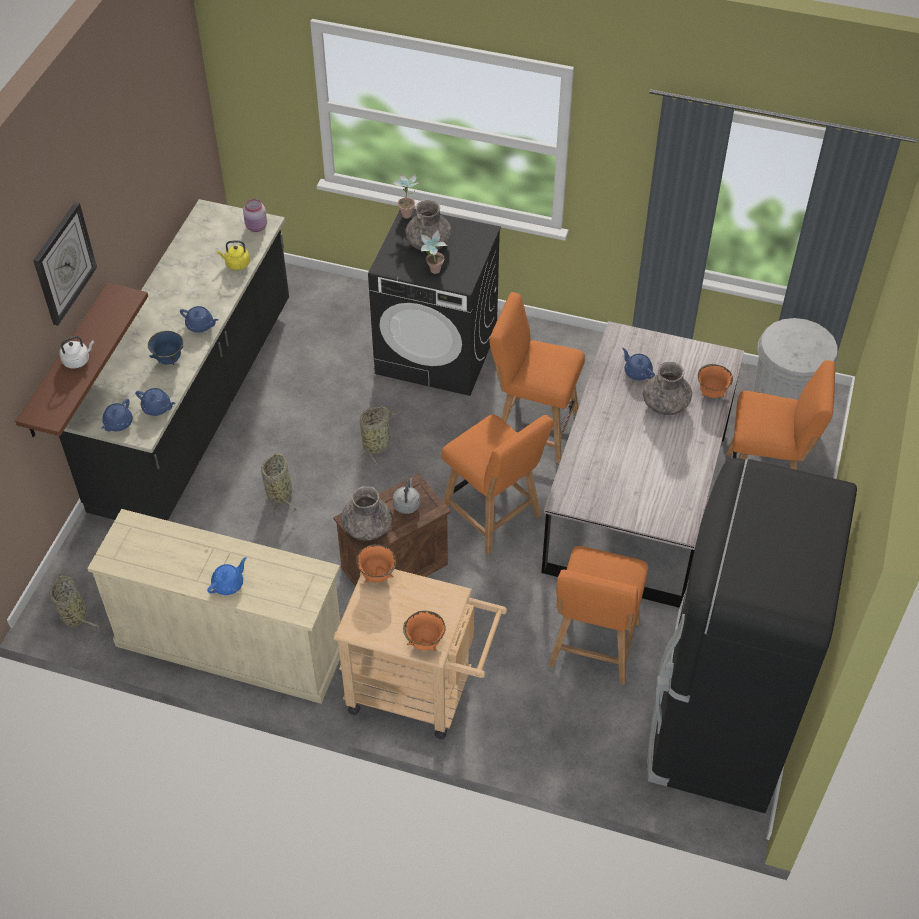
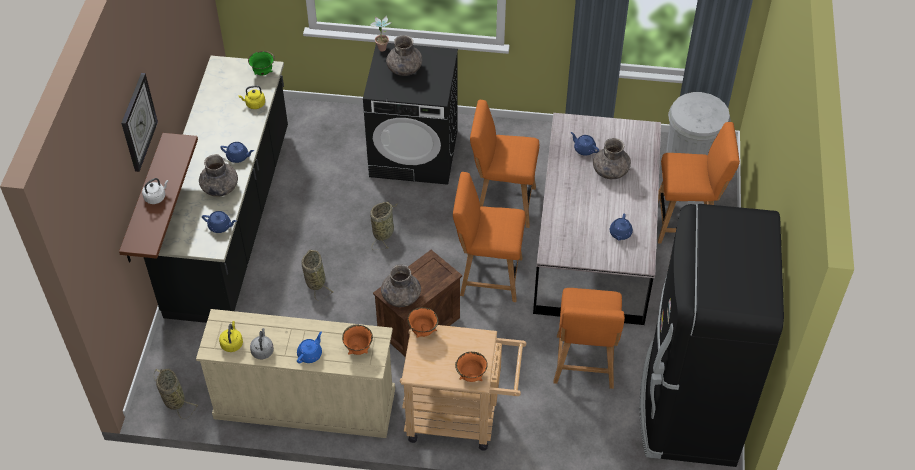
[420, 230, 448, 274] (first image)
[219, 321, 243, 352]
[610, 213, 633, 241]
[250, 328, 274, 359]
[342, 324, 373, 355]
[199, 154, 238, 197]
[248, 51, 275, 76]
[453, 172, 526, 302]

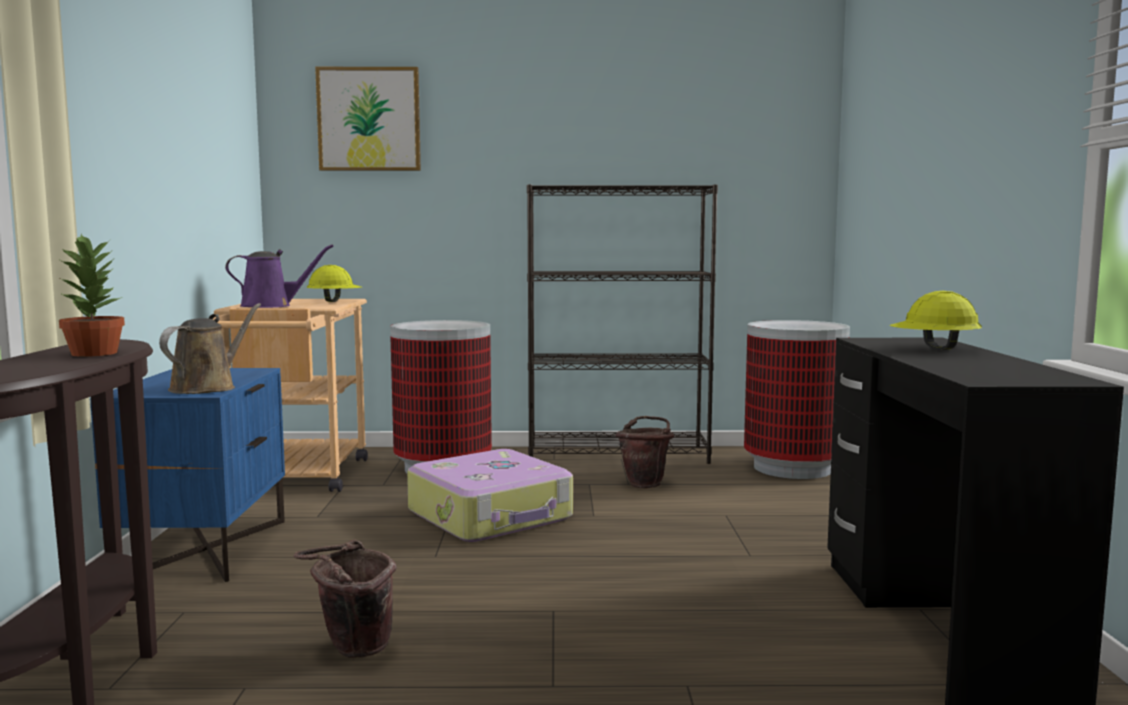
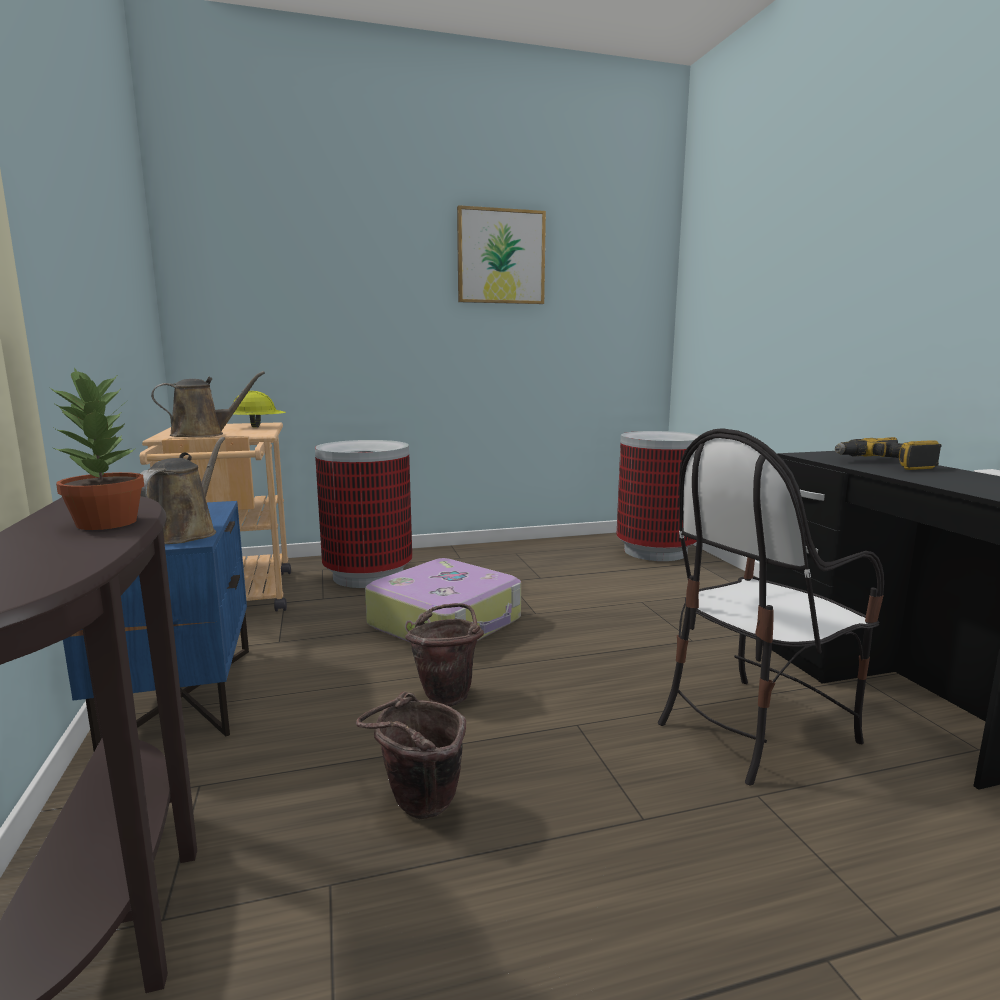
[527, 184, 718, 464] (first image)
[658, 428, 884, 786]
[457, 205, 546, 304]
[405, 603, 484, 707]
[835, 437, 942, 470]
[151, 371, 265, 437]

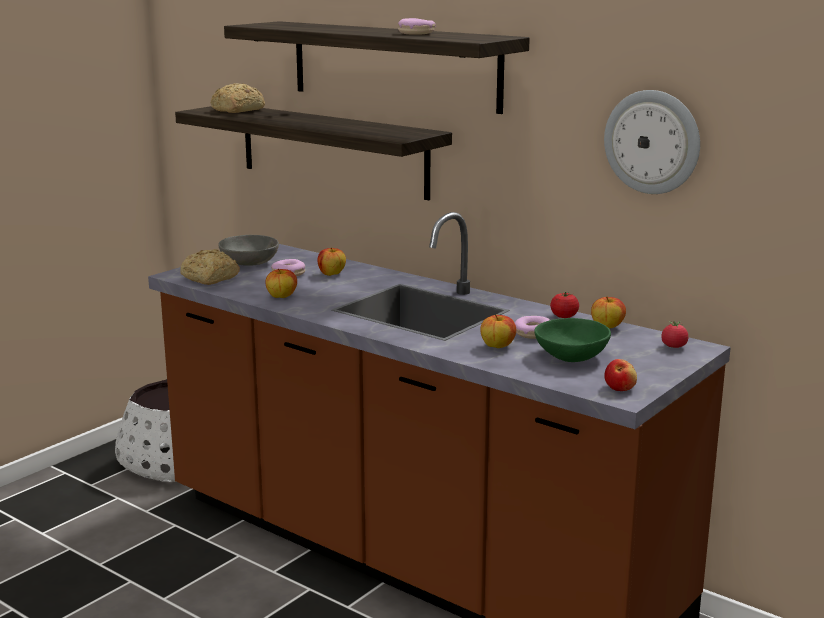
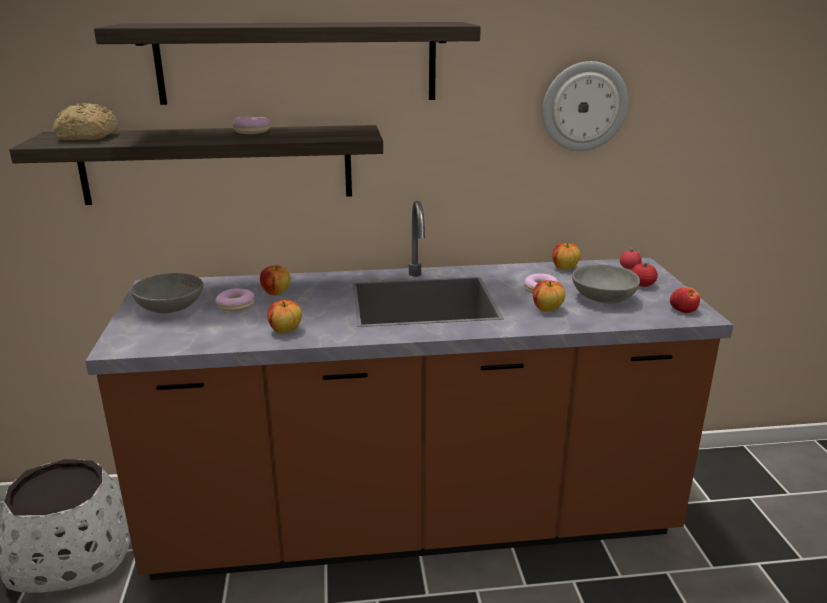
[180, 249, 240, 285] (first image)
[233, 116, 270, 134]
[631, 263, 658, 287]
[572, 264, 640, 304]

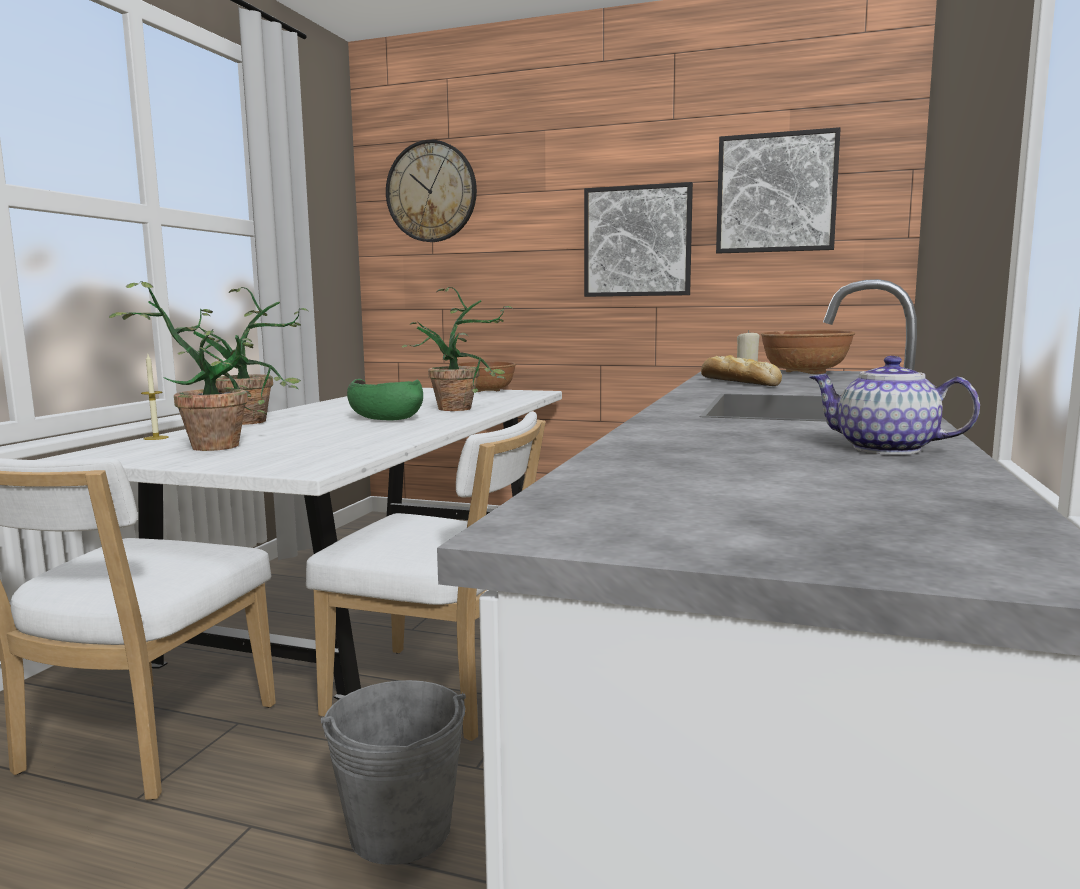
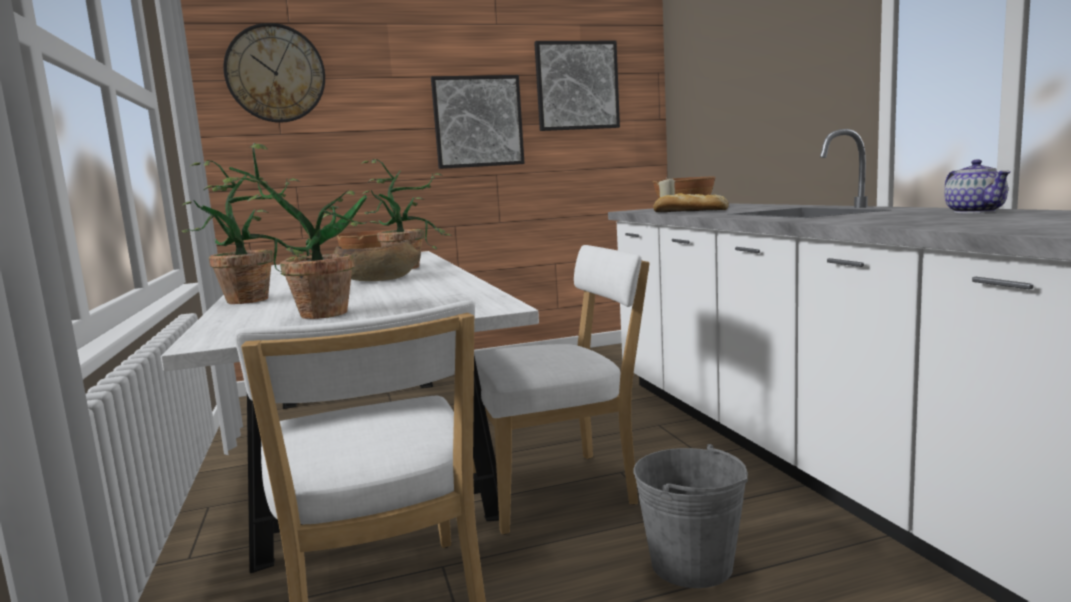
[141, 354, 168, 440] (first image)
[333, 240, 421, 281]
[944, 159, 1011, 213]

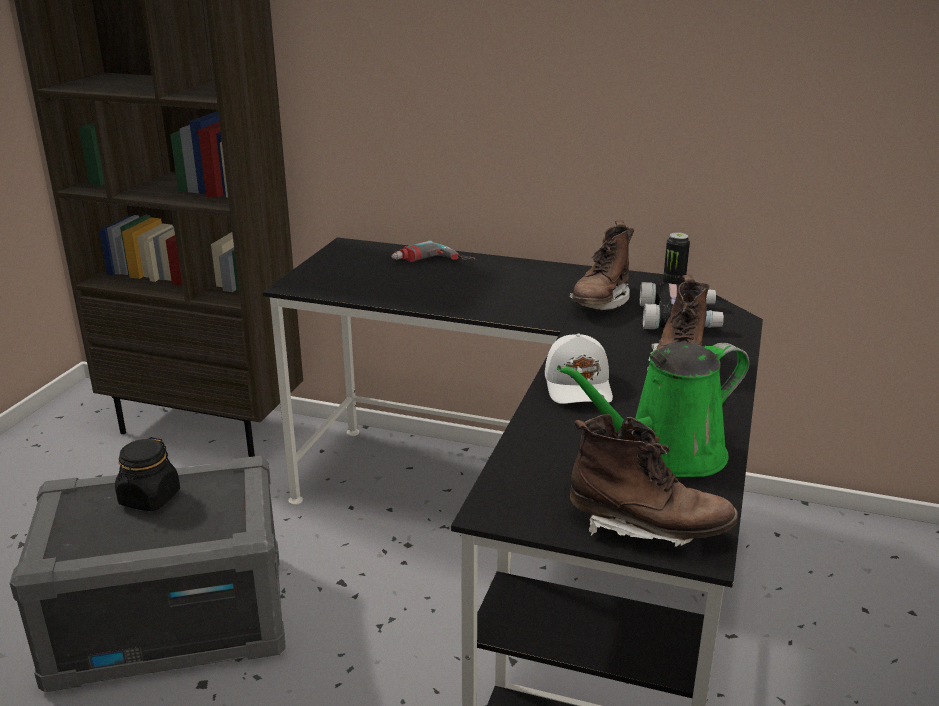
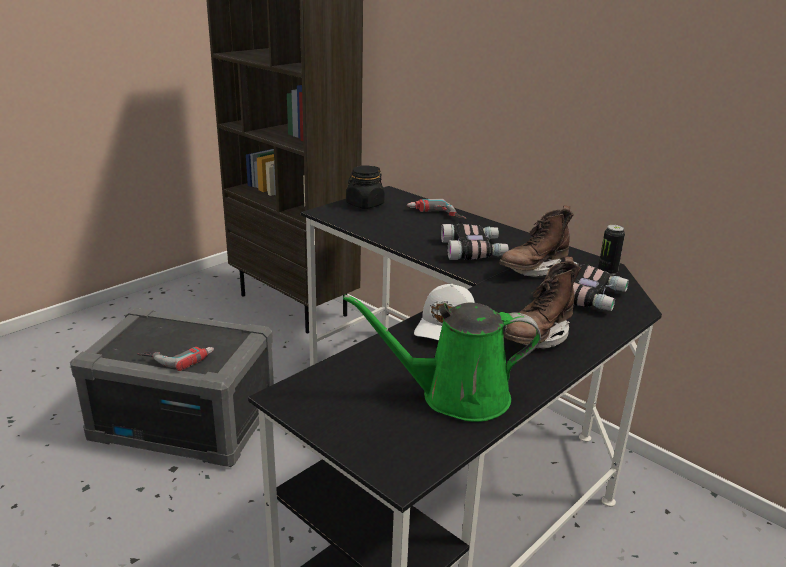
[570, 414, 738, 547] (first image)
[137, 347, 214, 371]
[441, 224, 509, 260]
[346, 165, 385, 209]

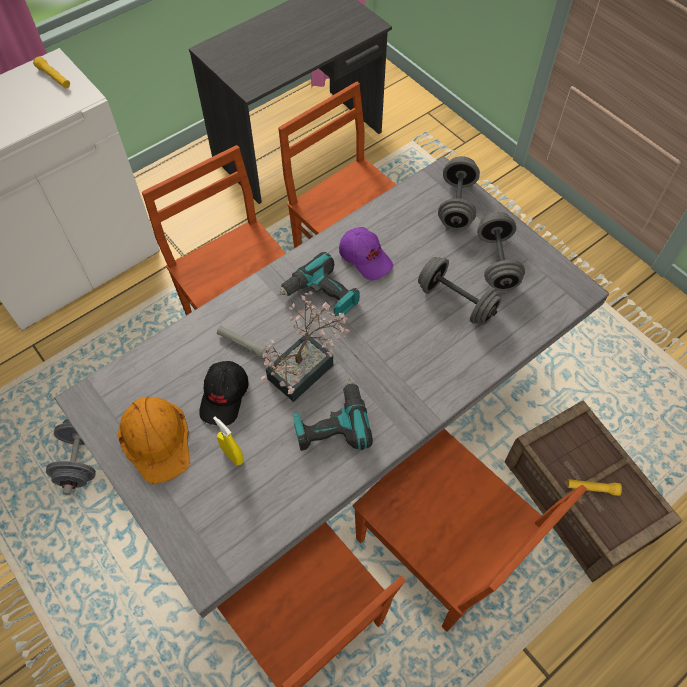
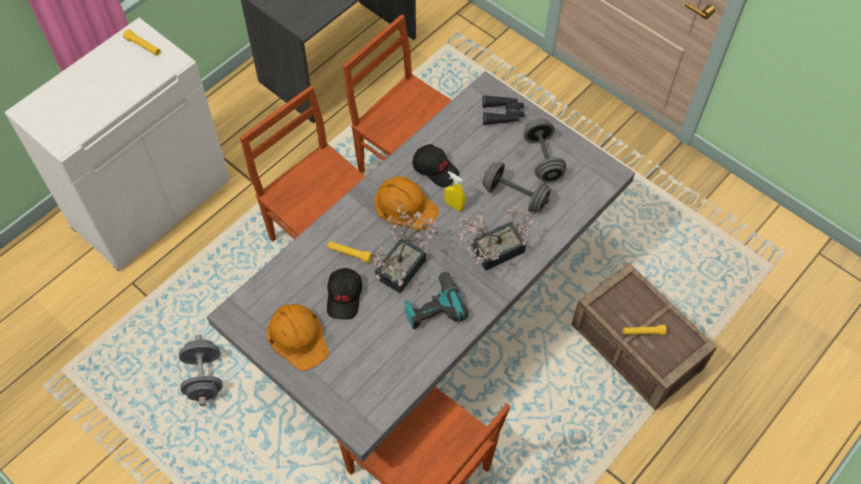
[353, 429, 587, 632] (first image)
[458, 206, 533, 271]
[444, 171, 465, 211]
[374, 176, 439, 231]
[483, 95, 524, 125]
[327, 241, 372, 263]
[413, 144, 459, 187]

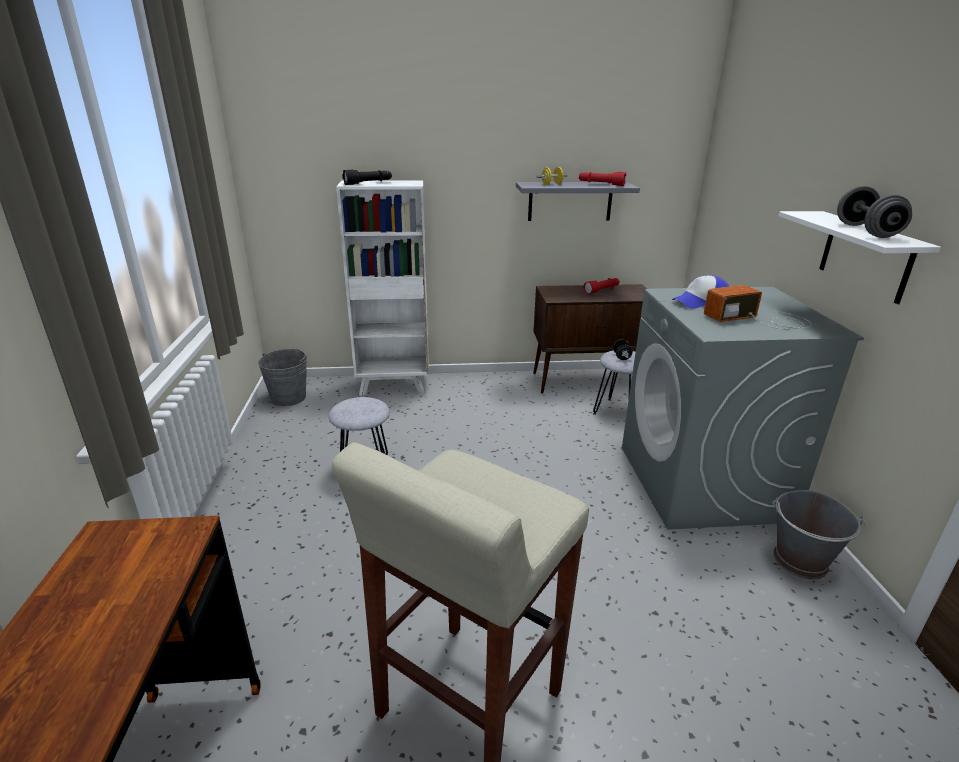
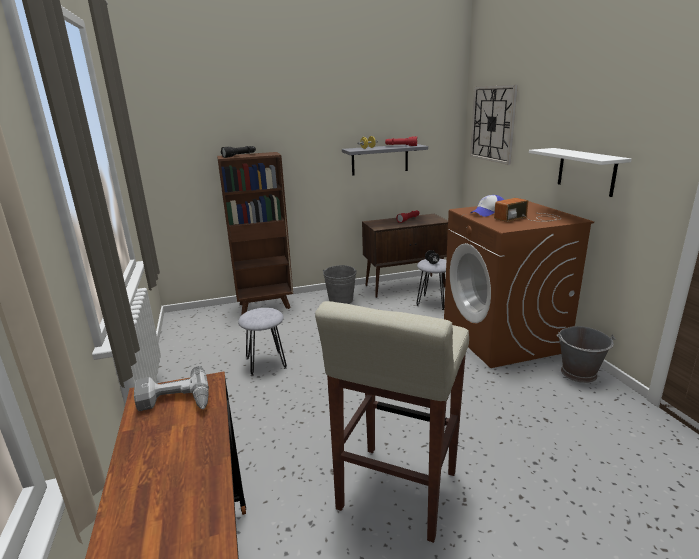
[837, 186, 912, 238] (first image)
[134, 366, 209, 411]
[470, 85, 518, 165]
[323, 265, 357, 304]
[217, 152, 293, 315]
[444, 201, 594, 368]

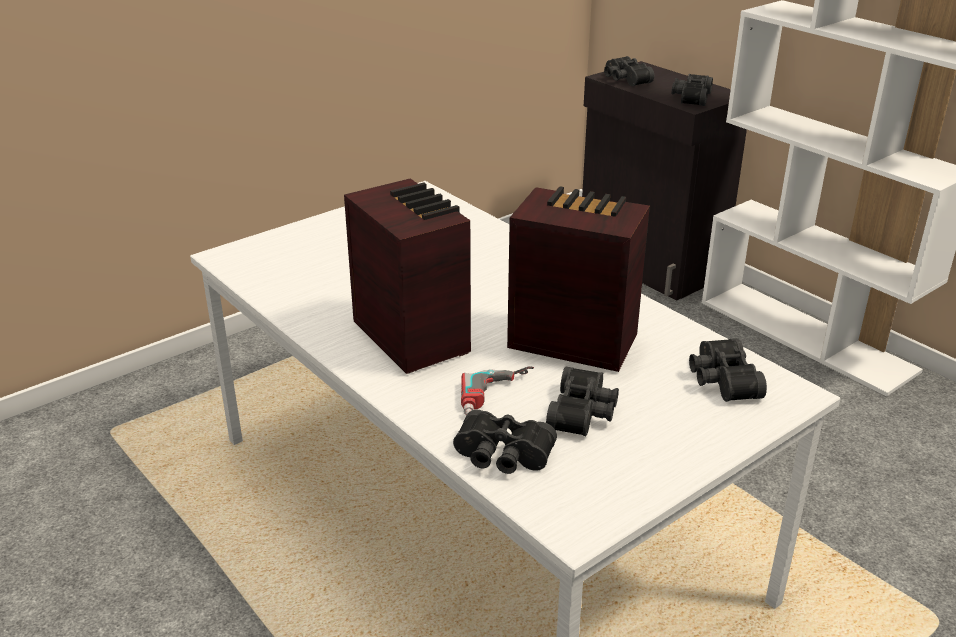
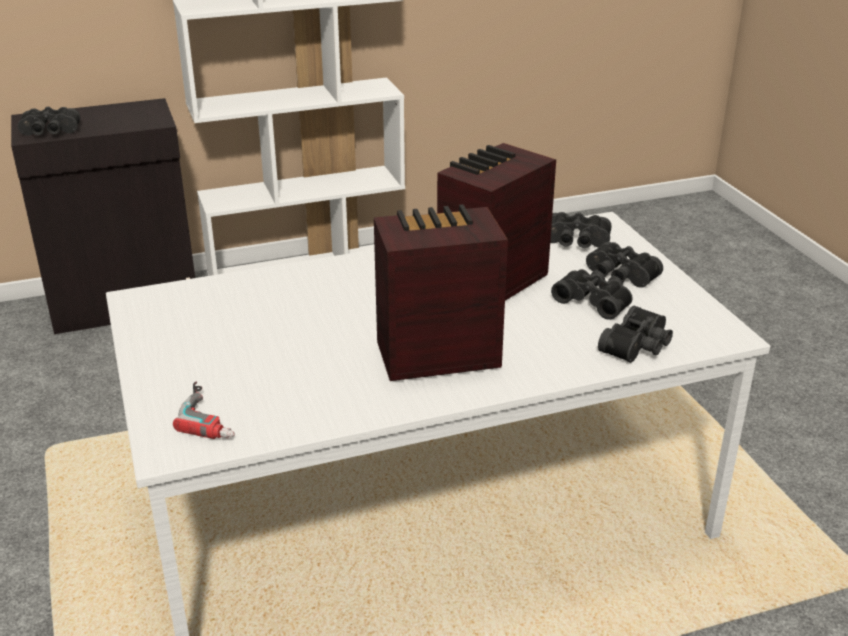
[173, 381, 235, 439]
[586, 242, 663, 288]

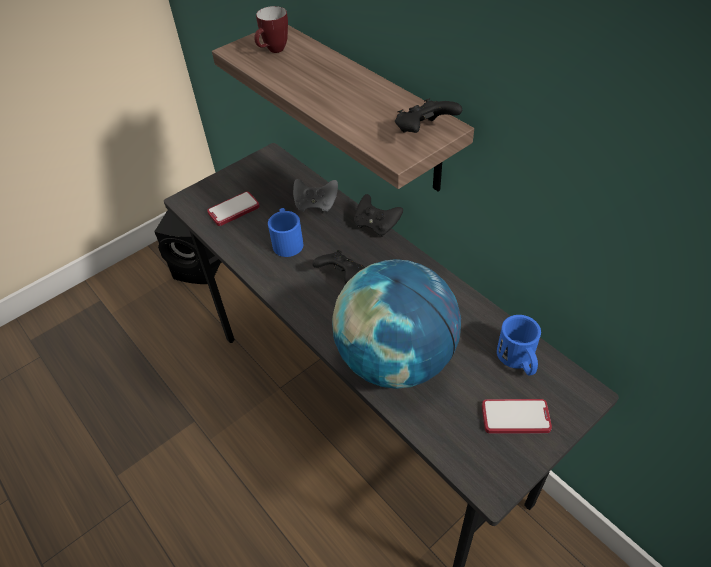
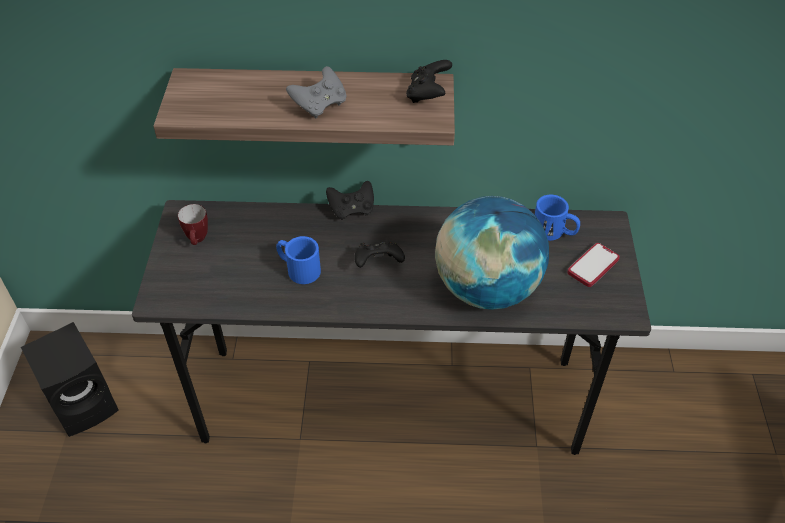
[207, 192, 260, 226] (first image)
[178, 204, 208, 245]
[286, 66, 346, 119]

